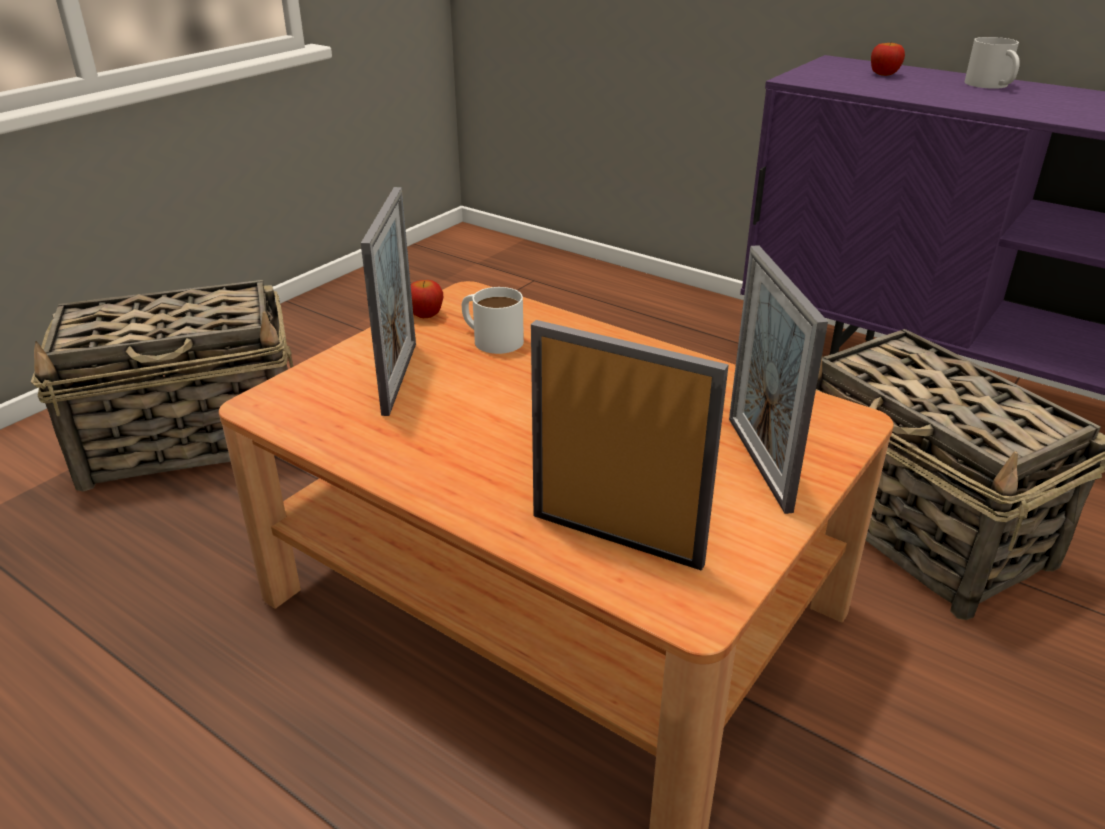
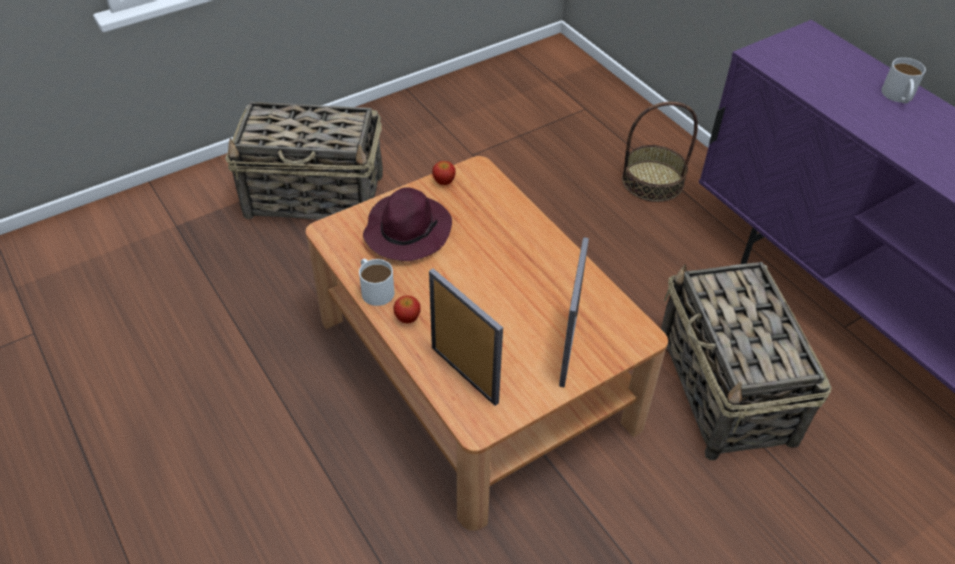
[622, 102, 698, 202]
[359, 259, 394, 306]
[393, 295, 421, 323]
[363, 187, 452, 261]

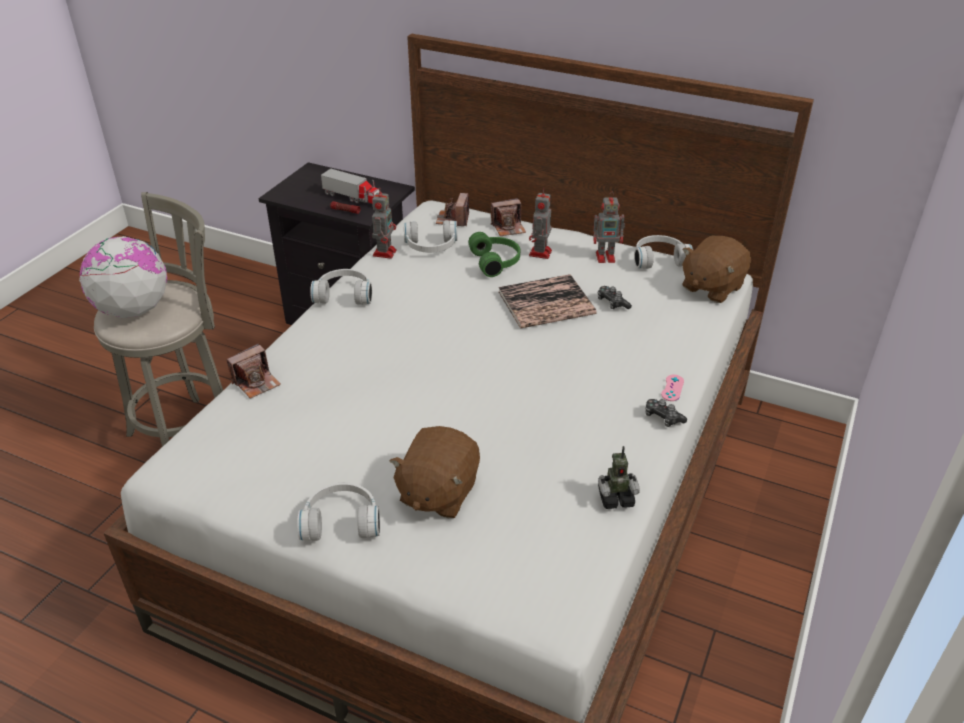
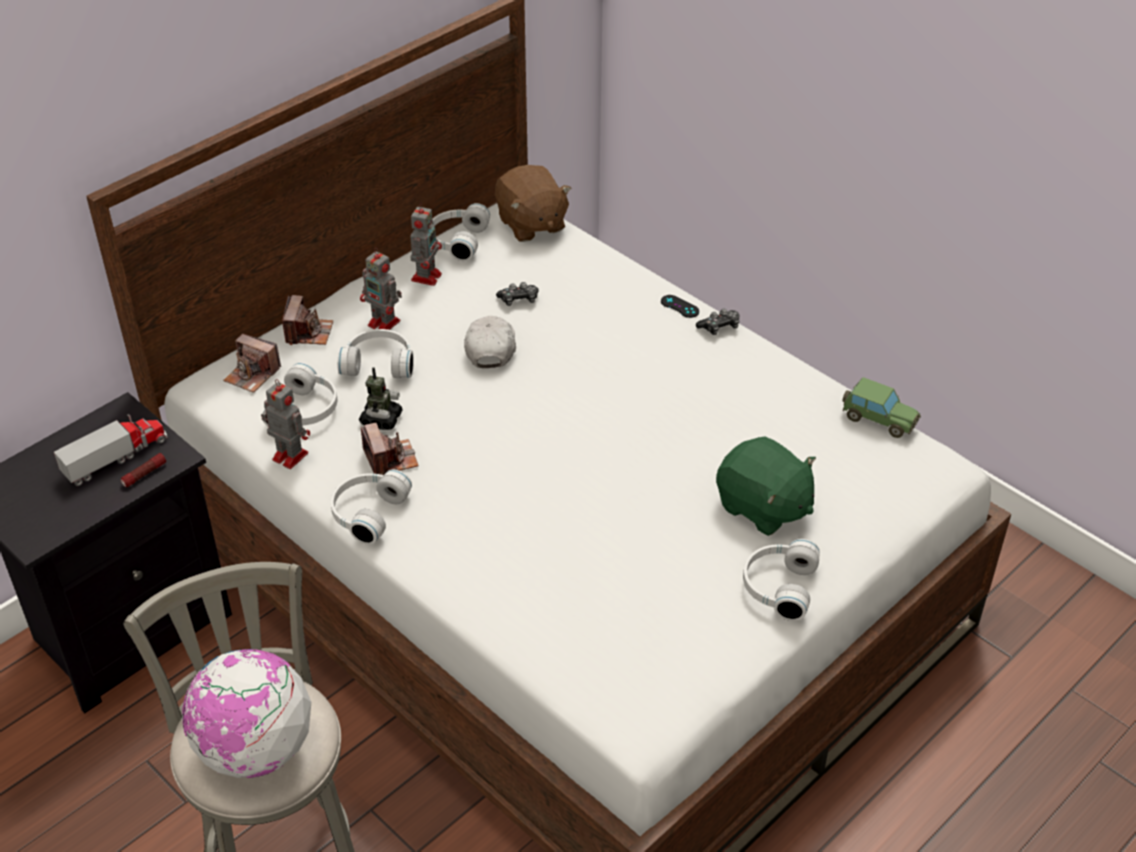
[842, 377, 921, 438]
[361, 423, 419, 475]
[359, 367, 403, 430]
[464, 316, 516, 368]
[716, 437, 816, 536]
[337, 329, 414, 378]
[661, 295, 699, 318]

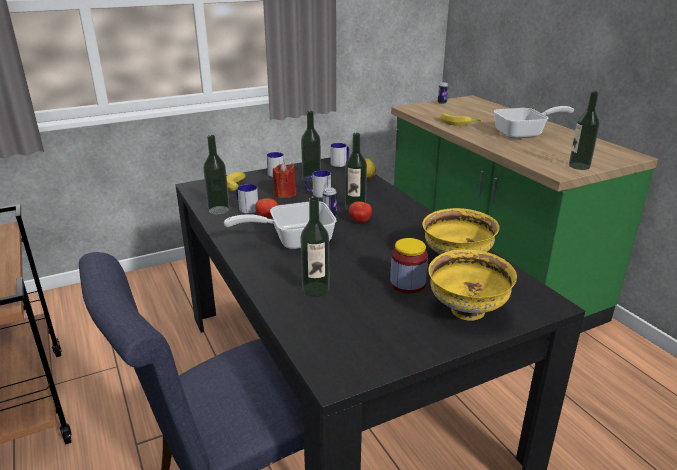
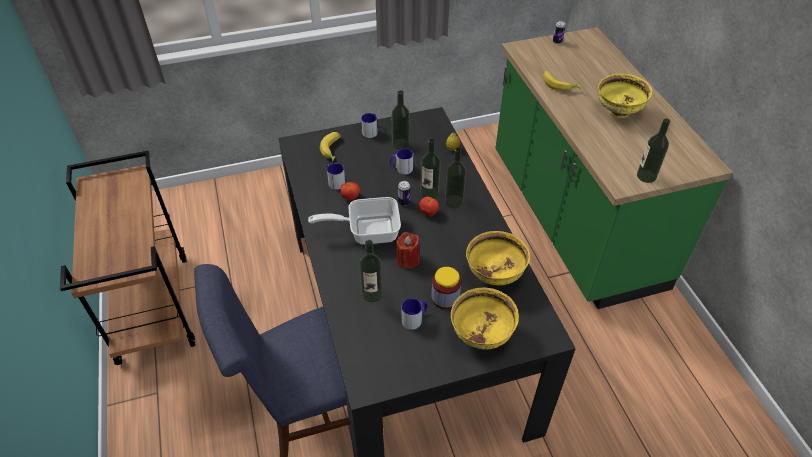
[445, 147, 466, 208]
[396, 232, 420, 268]
[401, 298, 427, 330]
[598, 73, 652, 118]

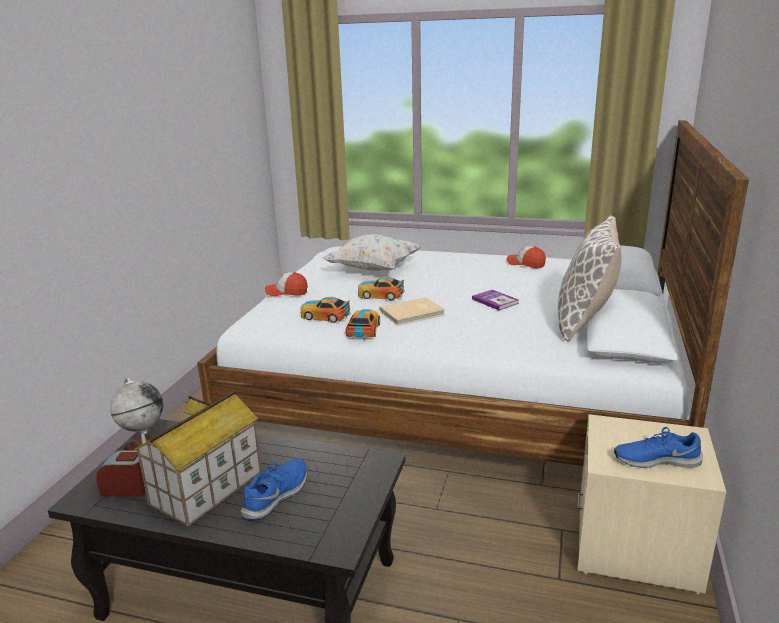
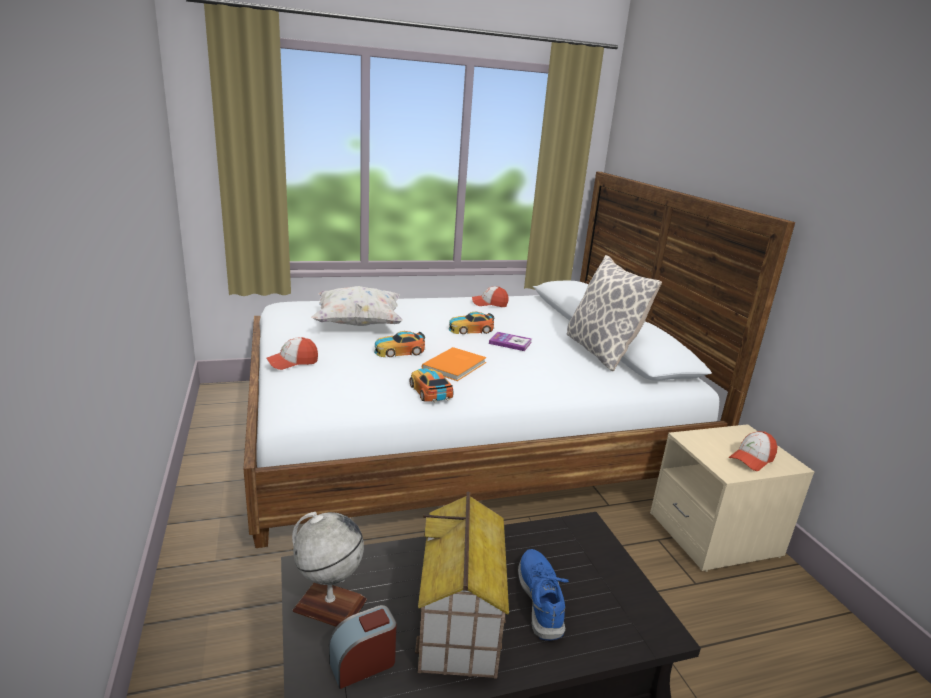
[449, 312, 495, 334]
[729, 431, 778, 471]
[422, 347, 487, 381]

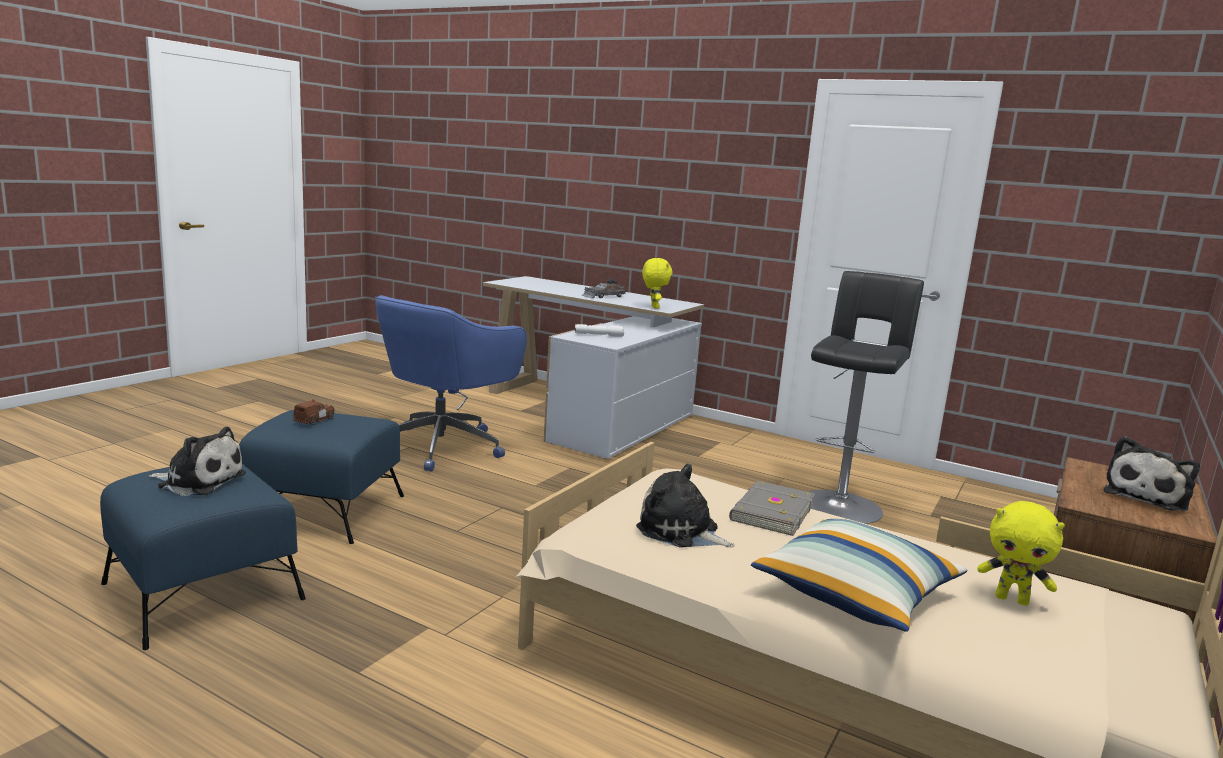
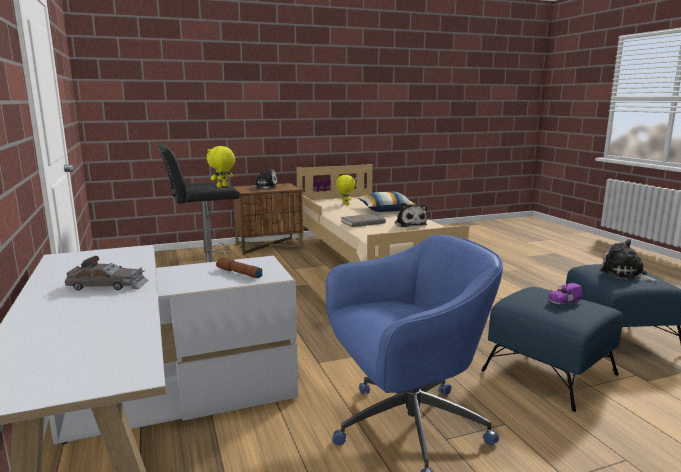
[207, 146, 235, 188]
[548, 283, 583, 306]
[216, 257, 262, 278]

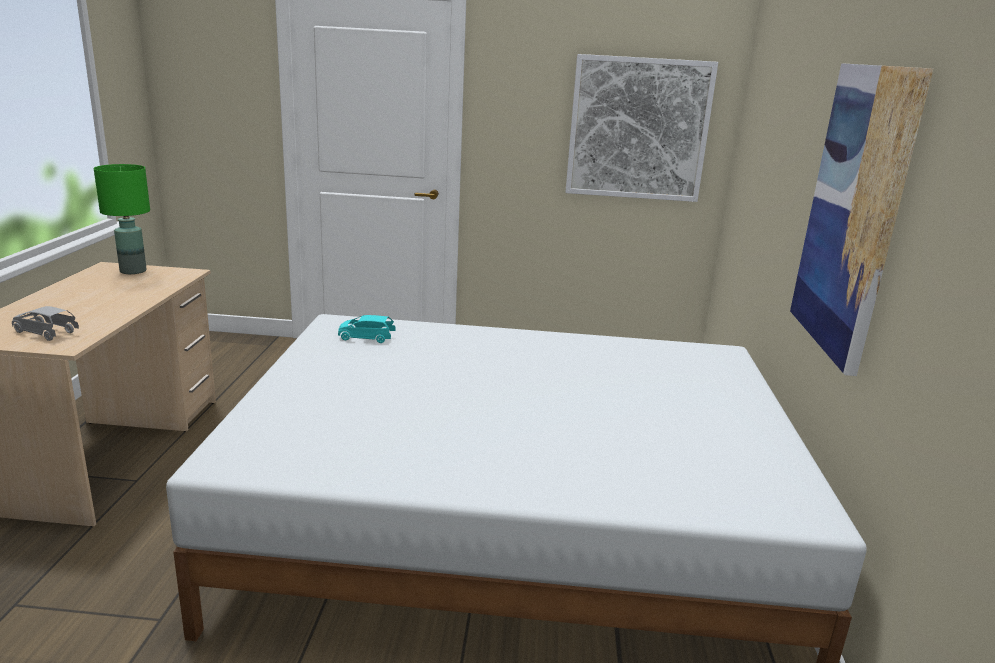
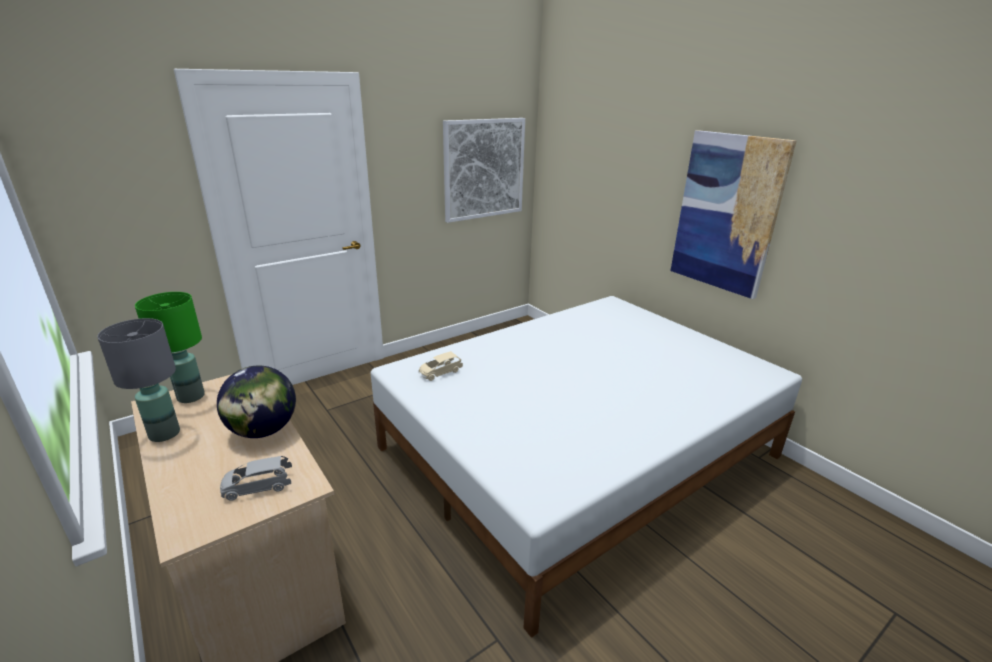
[97, 318, 180, 442]
[217, 366, 296, 438]
[419, 351, 463, 381]

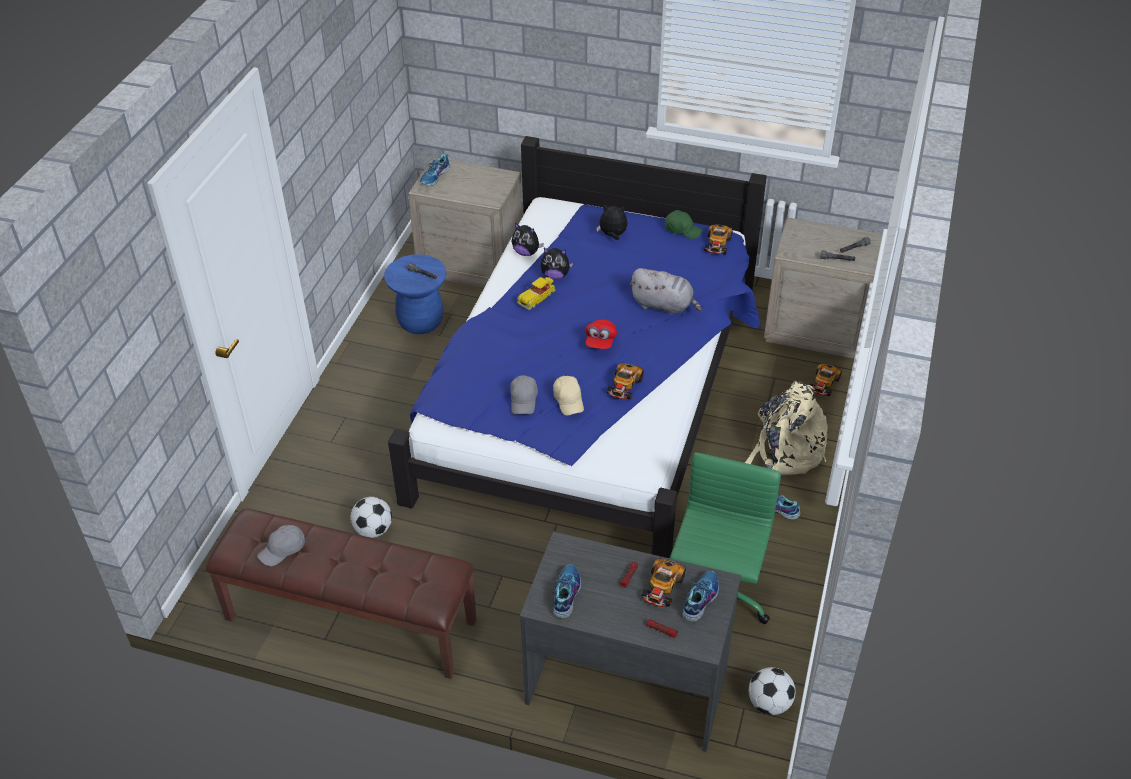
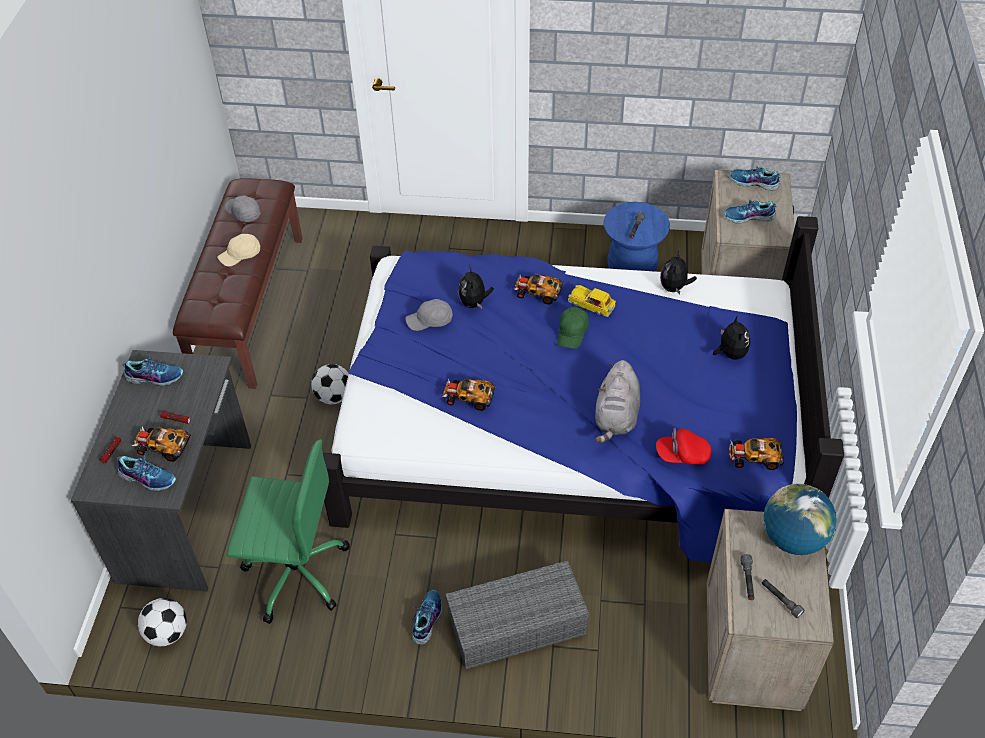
[724, 200, 777, 223]
[763, 483, 837, 555]
[311, 364, 349, 404]
[458, 265, 494, 308]
[217, 234, 260, 266]
[656, 428, 712, 465]
[557, 307, 589, 349]
[514, 275, 563, 305]
[446, 560, 589, 670]

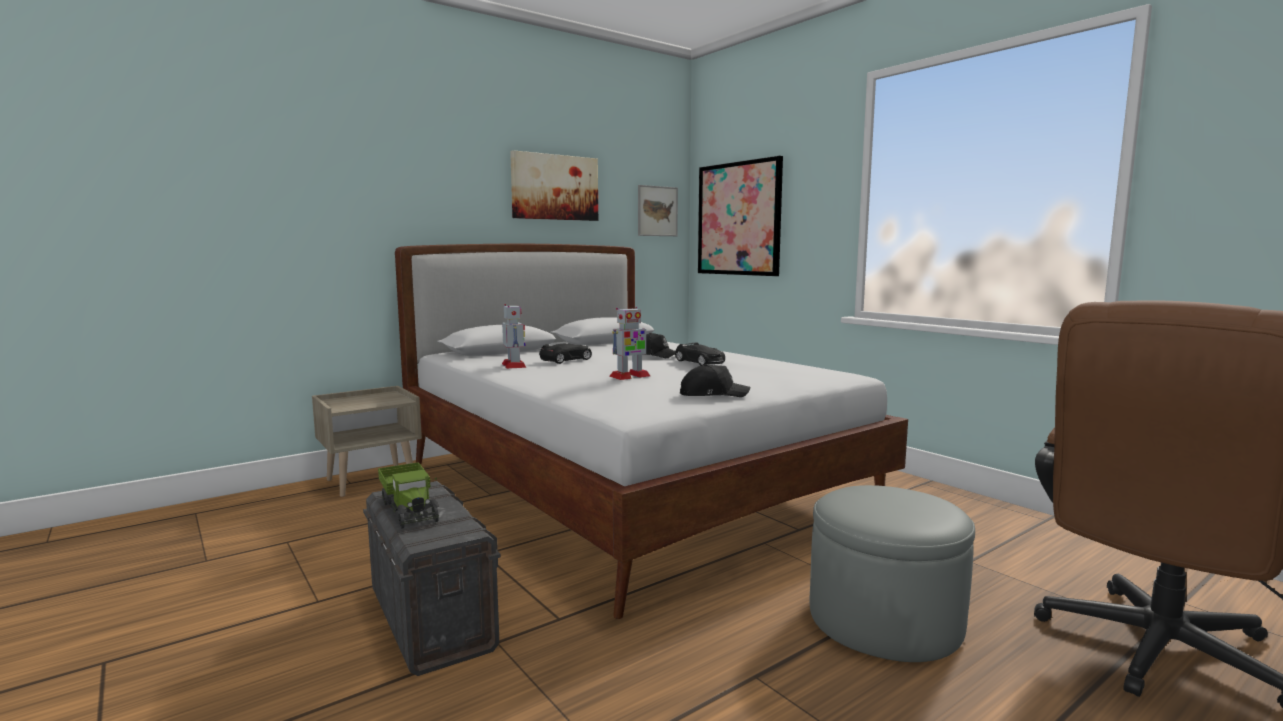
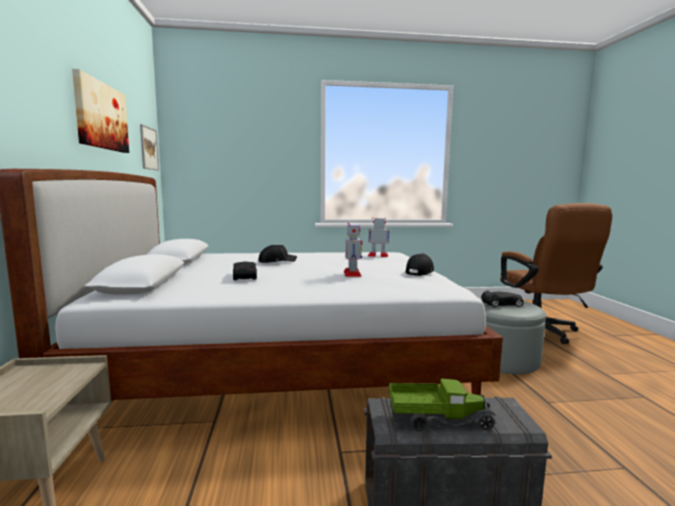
[698, 156, 783, 276] (first image)
[368, 217, 390, 257]
[481, 291, 524, 307]

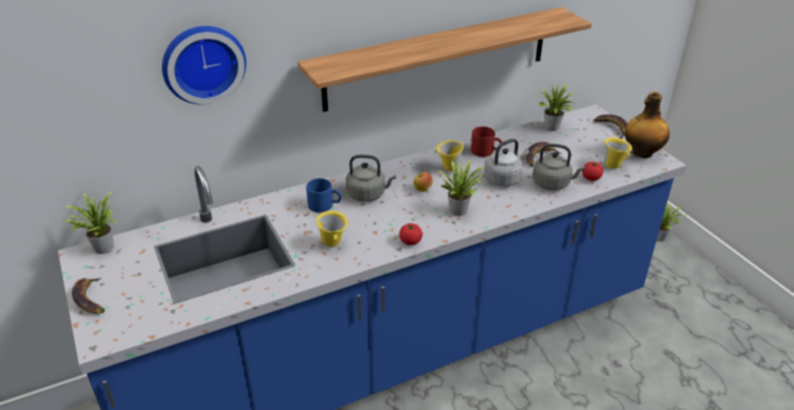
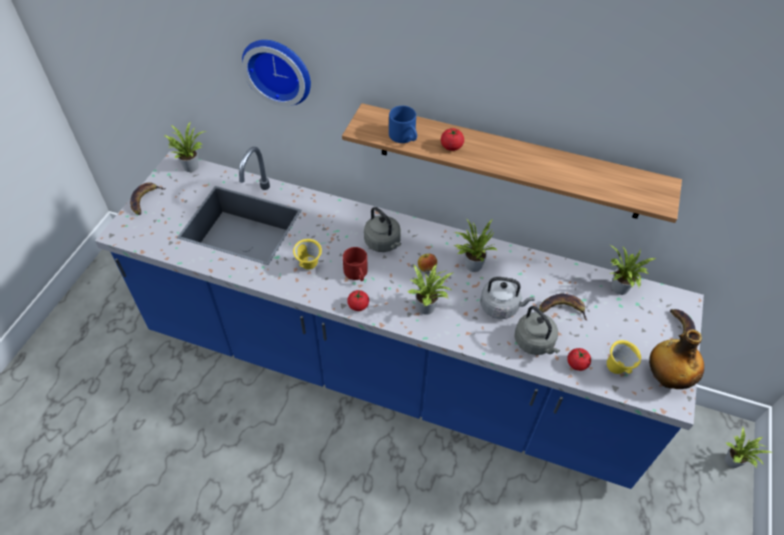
[441, 128, 464, 151]
[389, 106, 417, 143]
[343, 247, 368, 281]
[453, 219, 497, 272]

